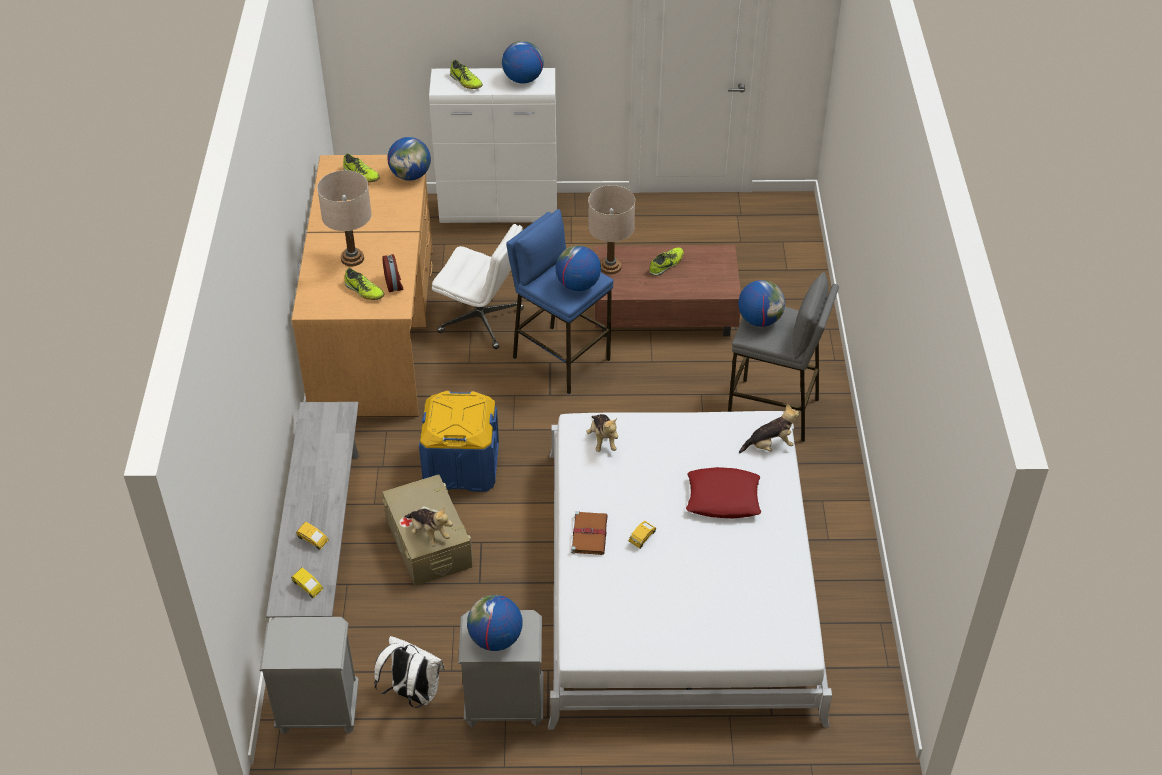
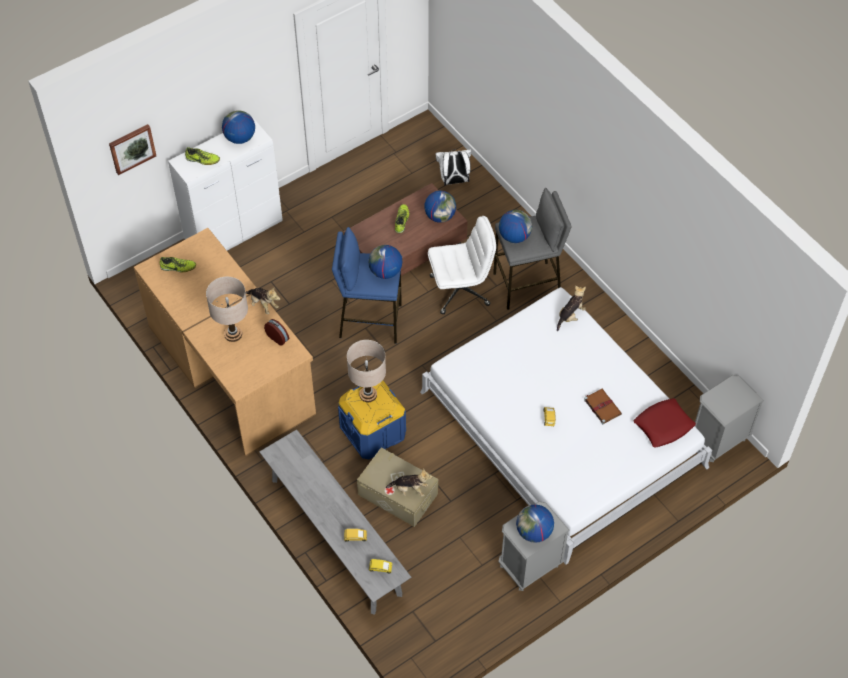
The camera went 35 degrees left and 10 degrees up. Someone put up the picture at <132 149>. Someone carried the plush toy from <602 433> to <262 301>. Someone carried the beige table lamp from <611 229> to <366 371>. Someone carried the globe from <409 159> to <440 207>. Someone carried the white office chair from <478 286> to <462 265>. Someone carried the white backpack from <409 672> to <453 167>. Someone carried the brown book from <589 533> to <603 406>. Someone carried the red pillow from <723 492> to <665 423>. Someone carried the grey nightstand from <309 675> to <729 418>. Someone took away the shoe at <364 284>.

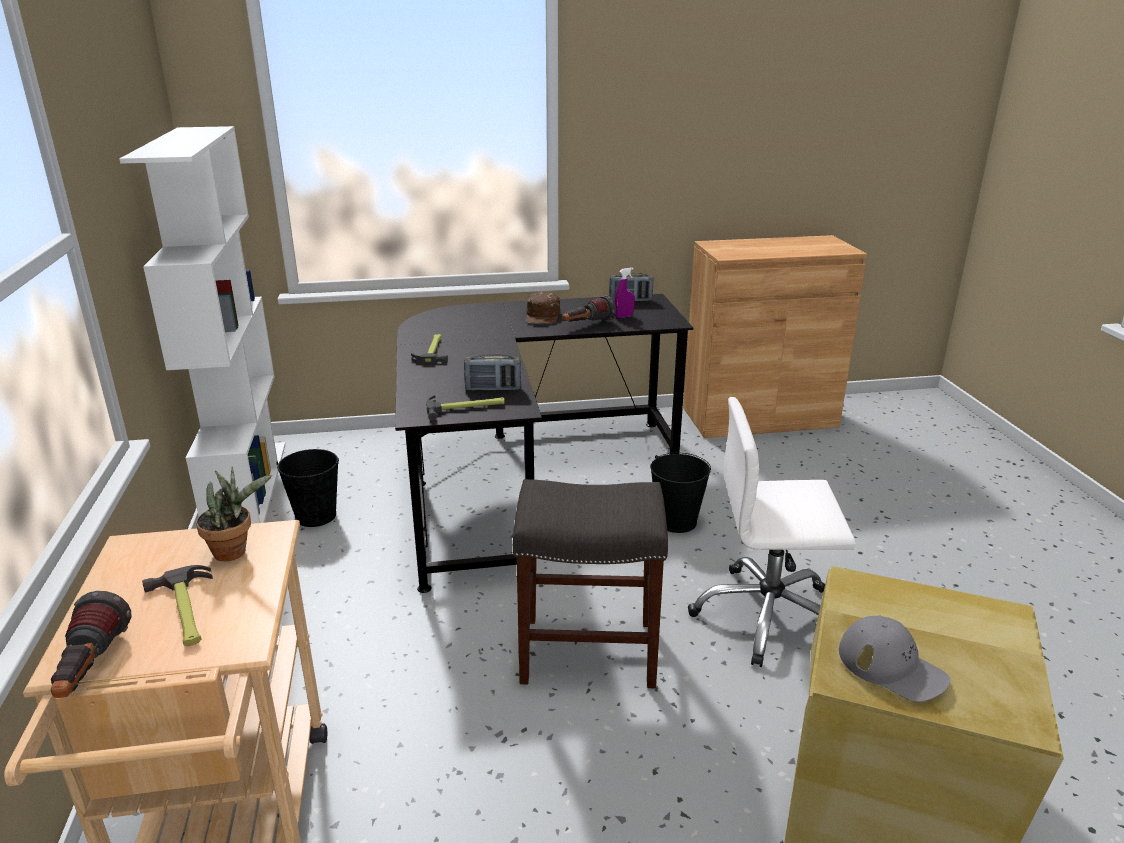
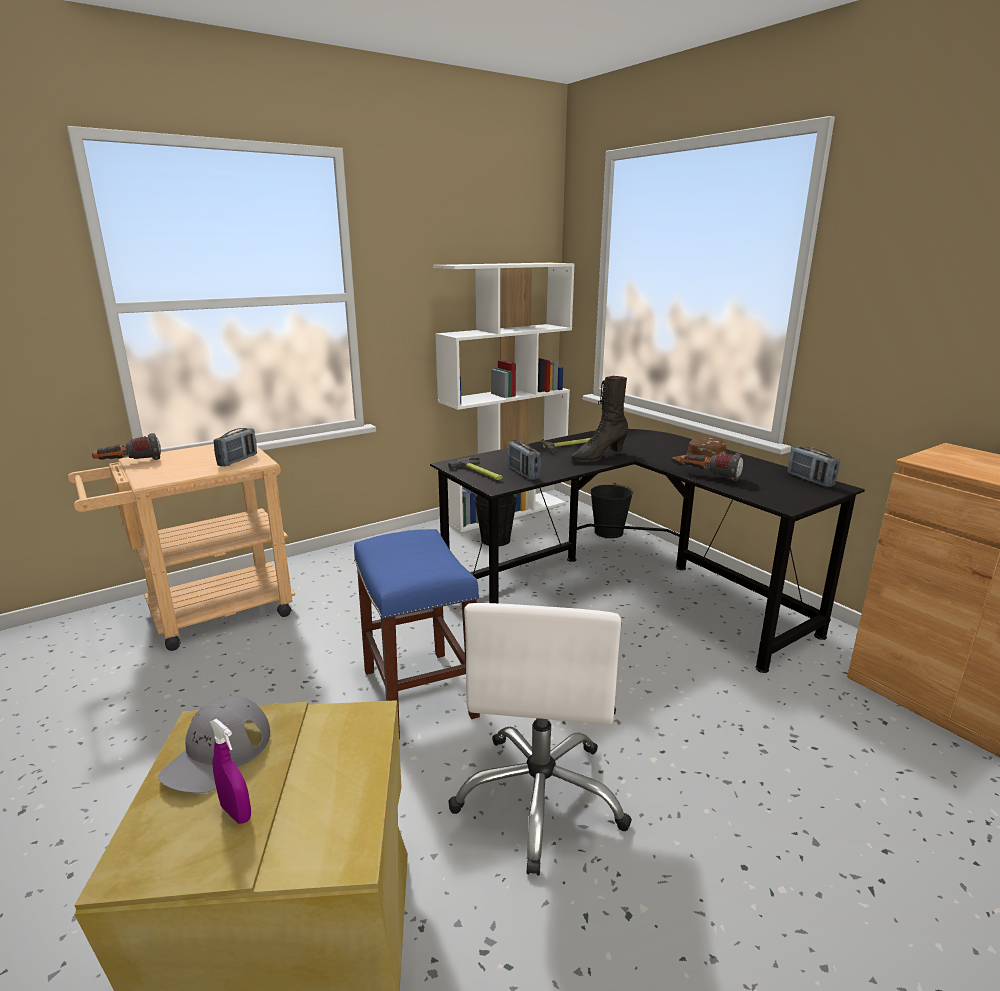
The camera went 65 degrees right and 5 degrees down. Someone carried the purple spray bottle from <625 293> to <230 771>. Someone swapped the potted plant at <234 514> for the radio at <235 447>. Someone repainted the grey stool at <590 583>, which became the blue stool at <417 634>. Someone rotated the white office chair at <772 532> by 150 degrees counterclockwise. Someone put down the black boot at <599 419>. Someone carried the black bucket from <680 493> to <612 510>. Someone took away the hammer at <177 605>.

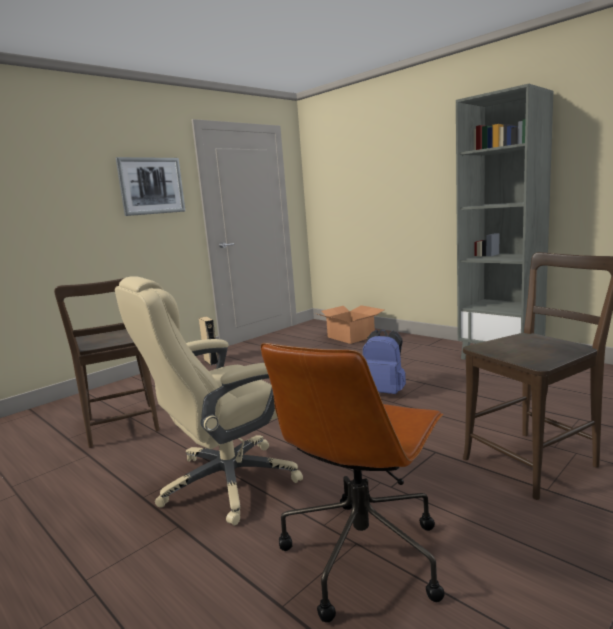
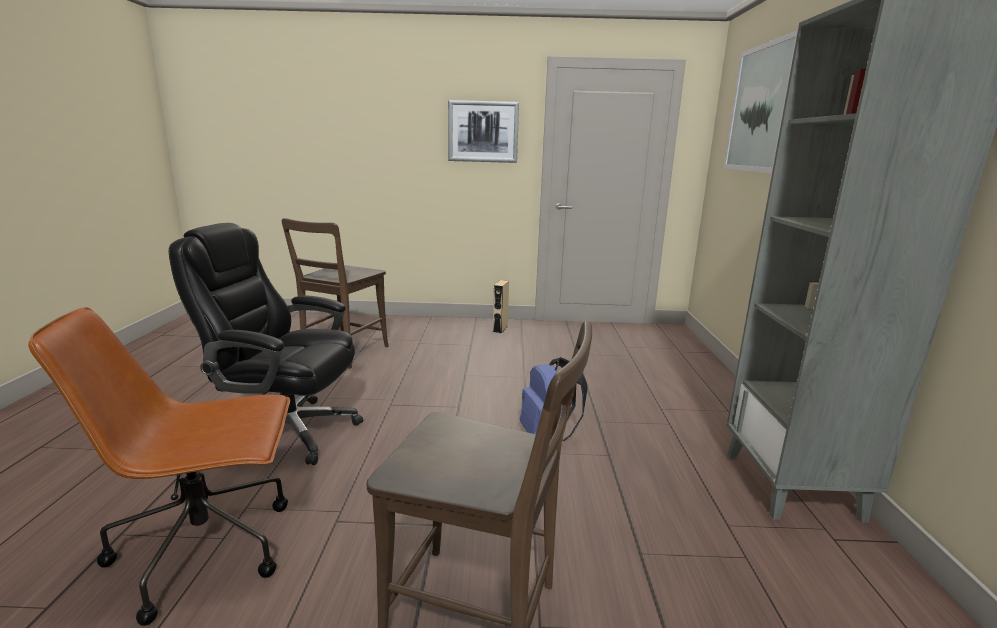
The camera went 45 degrees right and 5 degrees up. Someone repainted the beige office chair at <209 400>, which became the black office chair at <266 344>. Someone put up the picture at <760 102>. Someone took away the cardboard box at <349 324>.

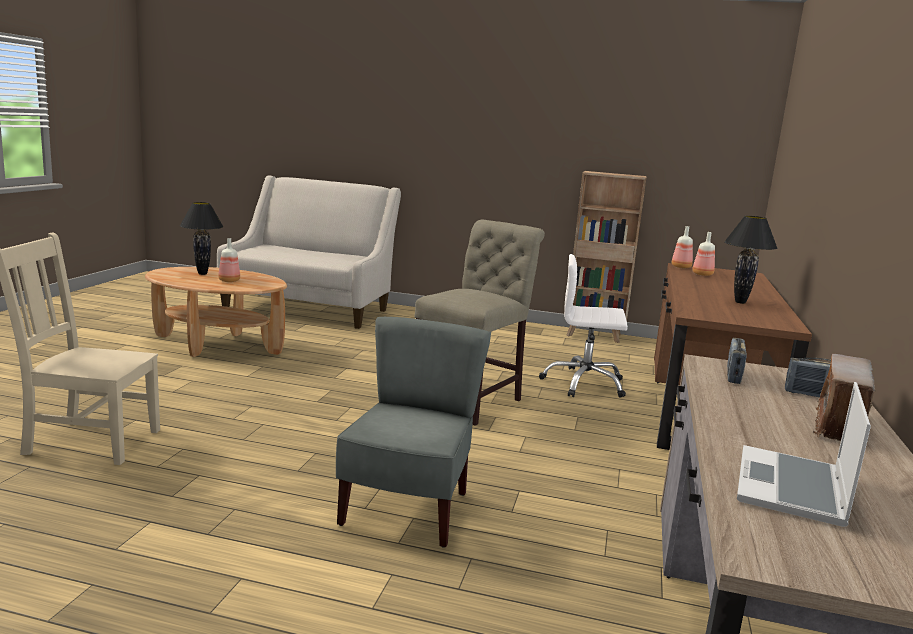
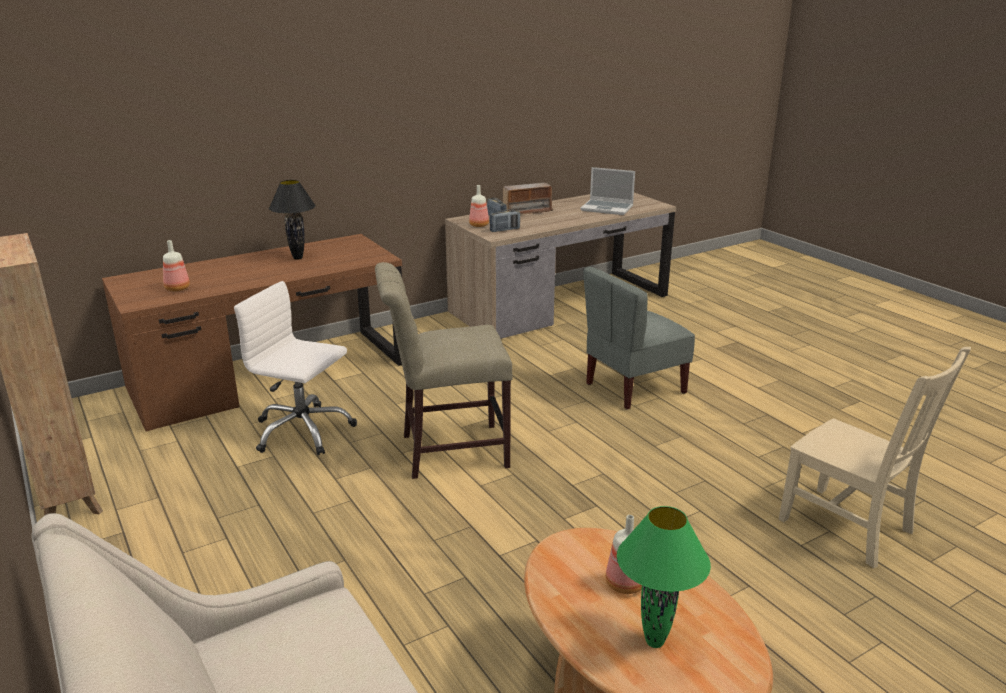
The camera went 135 degrees left and 10 degrees up. Someone rotated the white office chair at <583 326> by 150 degrees clockwise. Someone carried the bottle from <682 247> to <479 206>. Someone rotated the laptop at <804 454> by 45 degrees clockwise. Someone repainted the black table lamp at <201 238>, which became the green table lamp at <664 577>.

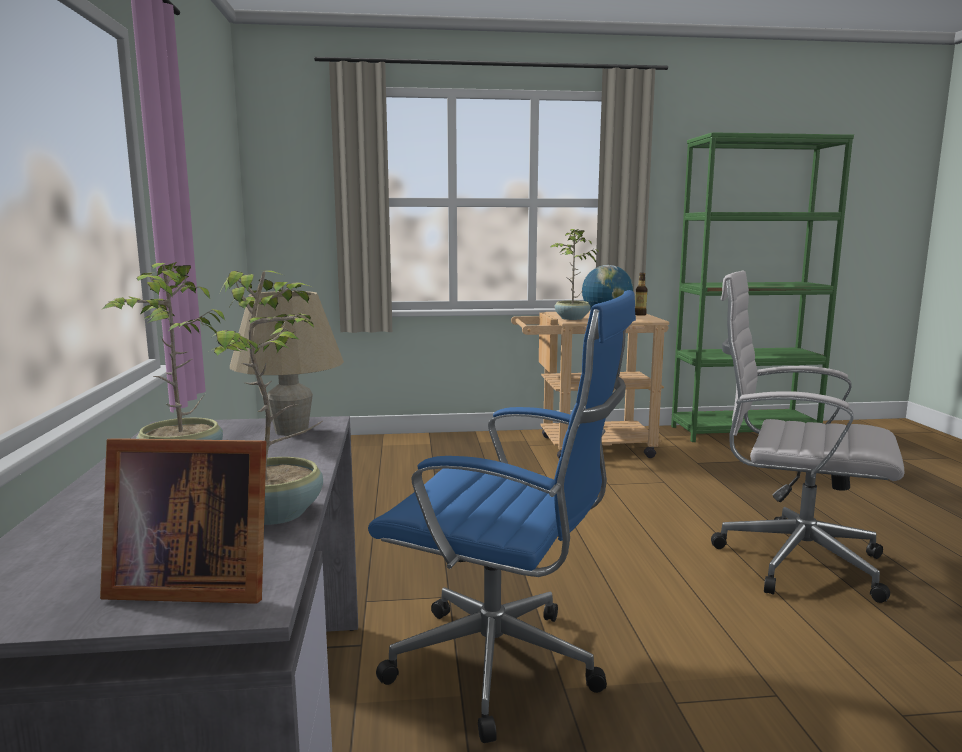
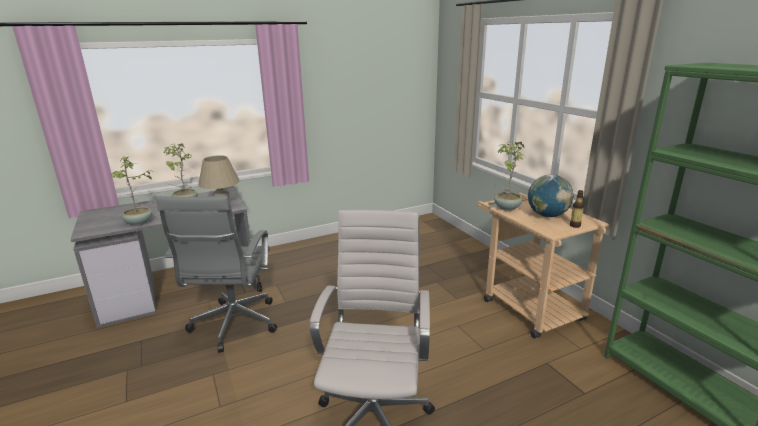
The camera went 70 degrees right and 10 degrees up. Someone repainted the blue office chair at <502 516>, which became the grey office chair at <216 274>. Someone took away the picture frame at <183 521>.

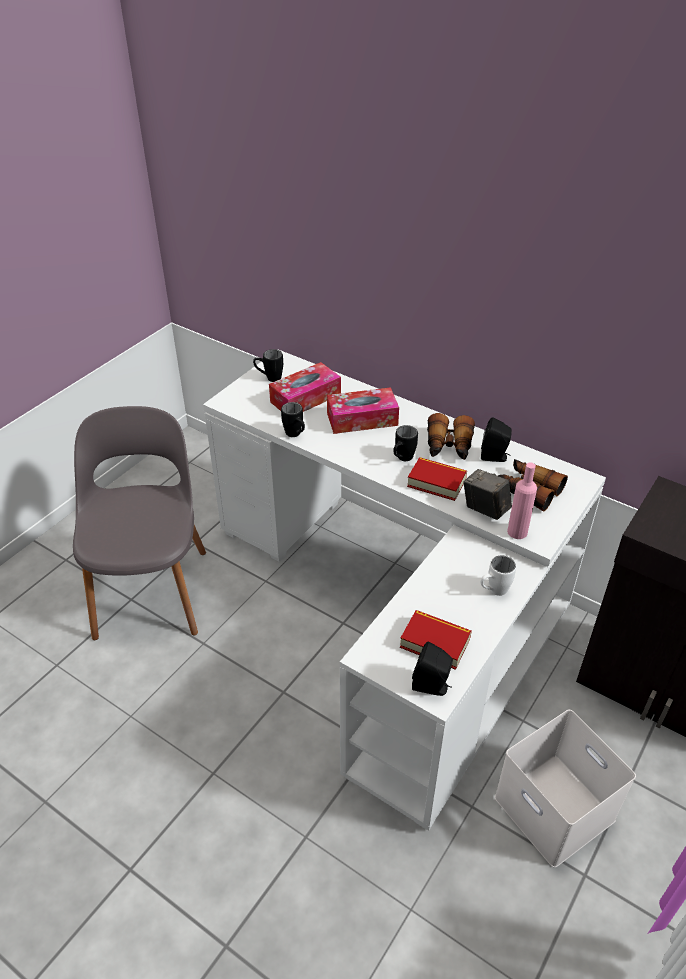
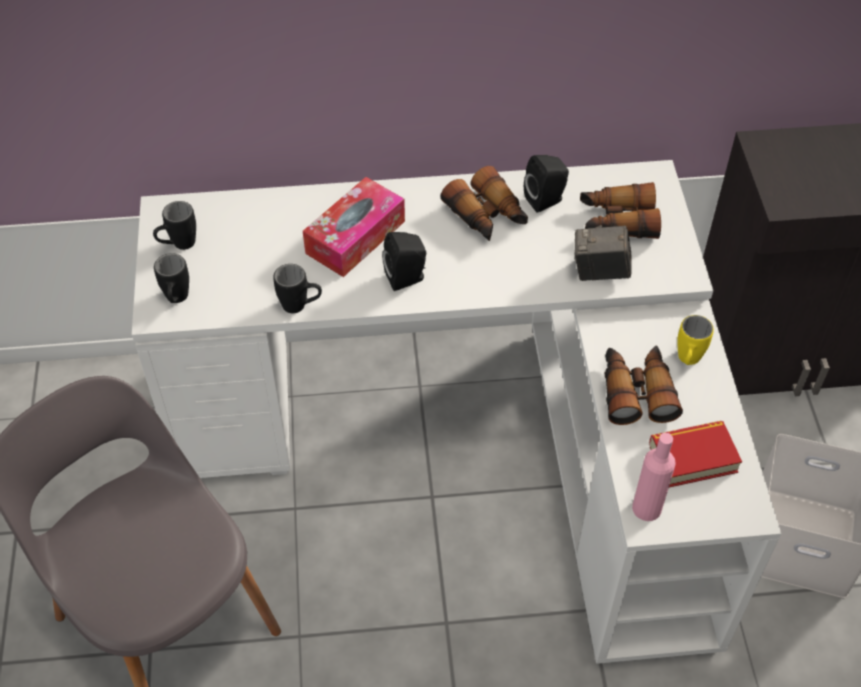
The camera went 40 degrees left and 10 degrees up. Someone carried the black mug from <405 443> to <171 278>. Someone carried the black speaker from <432 668> to <404 261>. Someone put down the binoculars at <644 385>. Someone carried the pink bottle from <522 500> to <654 477>. Someone repainted the white mug at <498 575>, which became the yellow mug at <695 340>. Someone took away the tissue box at <305 387>. Someone took away the book at <437 479>.

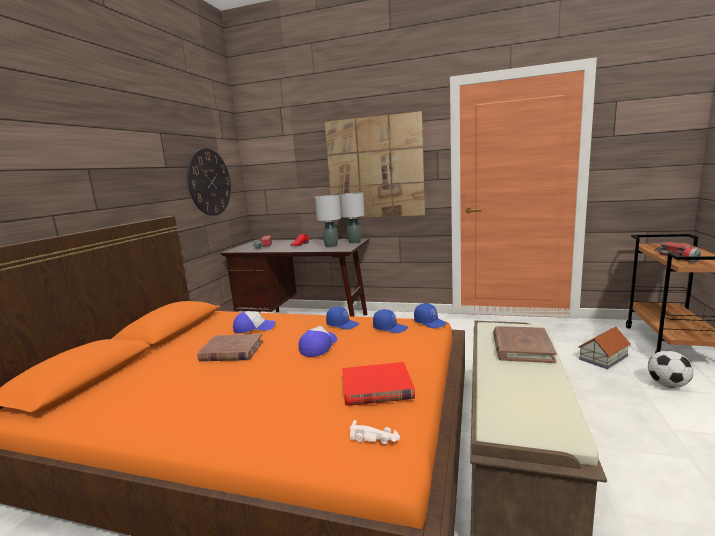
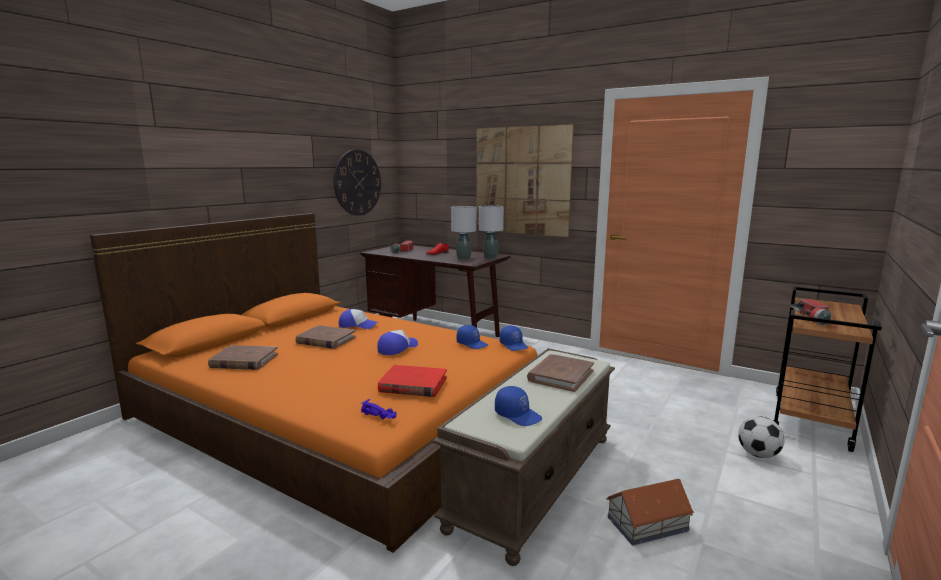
The camera went 15 degrees right and 0 degrees up. Someone put down the brown book at <243 357>. Someone repainted the white toy car at <375 432>, which became the purple toy car at <379 409>. Someone carried the blue cap from <342 318> to <518 406>. Someone carried the toy house from <604 348> to <650 512>.

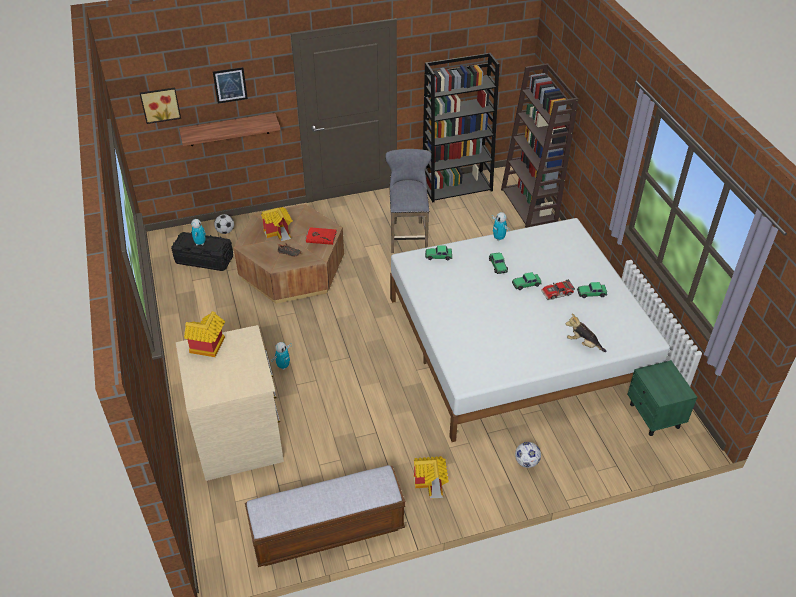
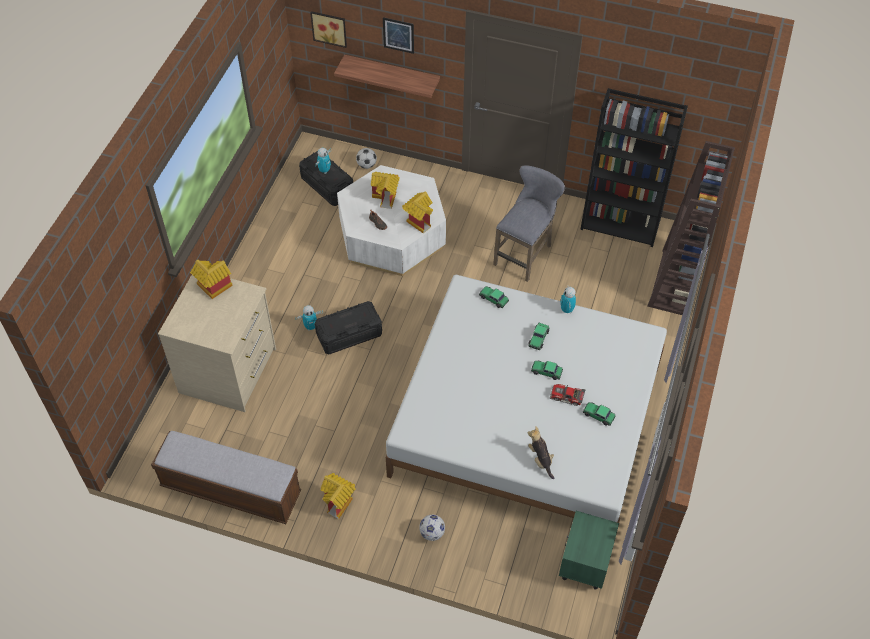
The camera went 35 degrees right and 10 degrees up. Someone put down the black storage box at <348 327>. Someone repainted the brown coffee table at <289 254>, which became the white coffee table at <391 220>. Someone swapped the red book at <321 236> for the toy house at <417 212>.

